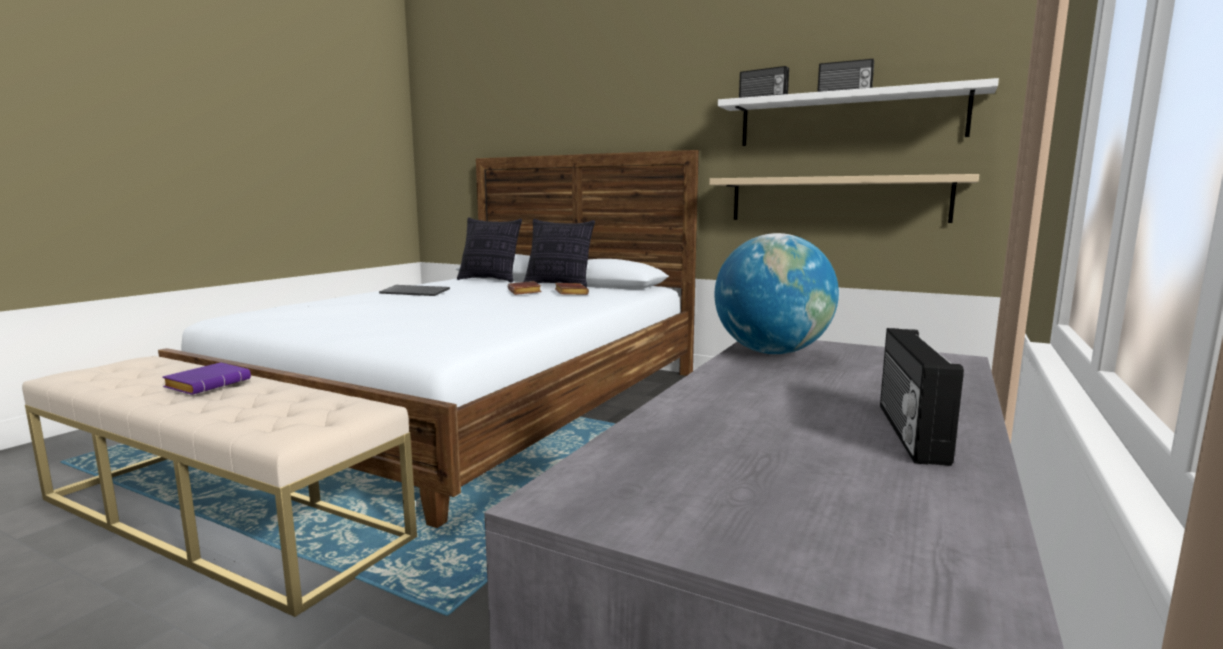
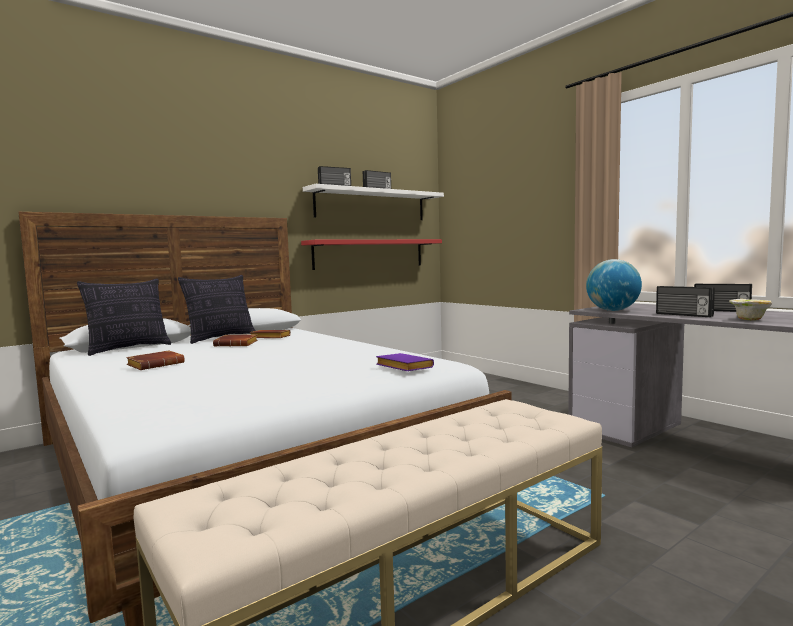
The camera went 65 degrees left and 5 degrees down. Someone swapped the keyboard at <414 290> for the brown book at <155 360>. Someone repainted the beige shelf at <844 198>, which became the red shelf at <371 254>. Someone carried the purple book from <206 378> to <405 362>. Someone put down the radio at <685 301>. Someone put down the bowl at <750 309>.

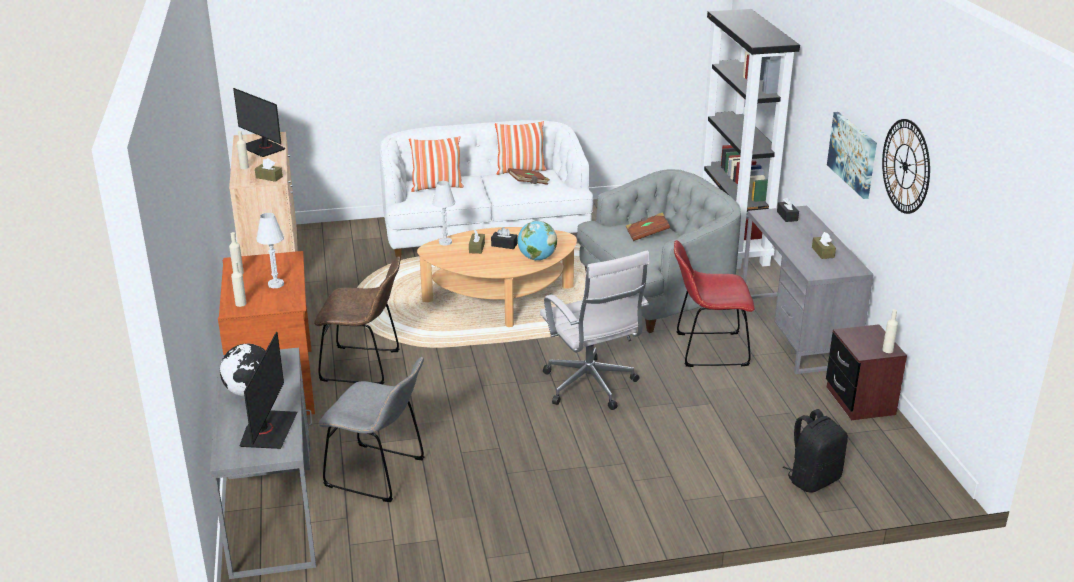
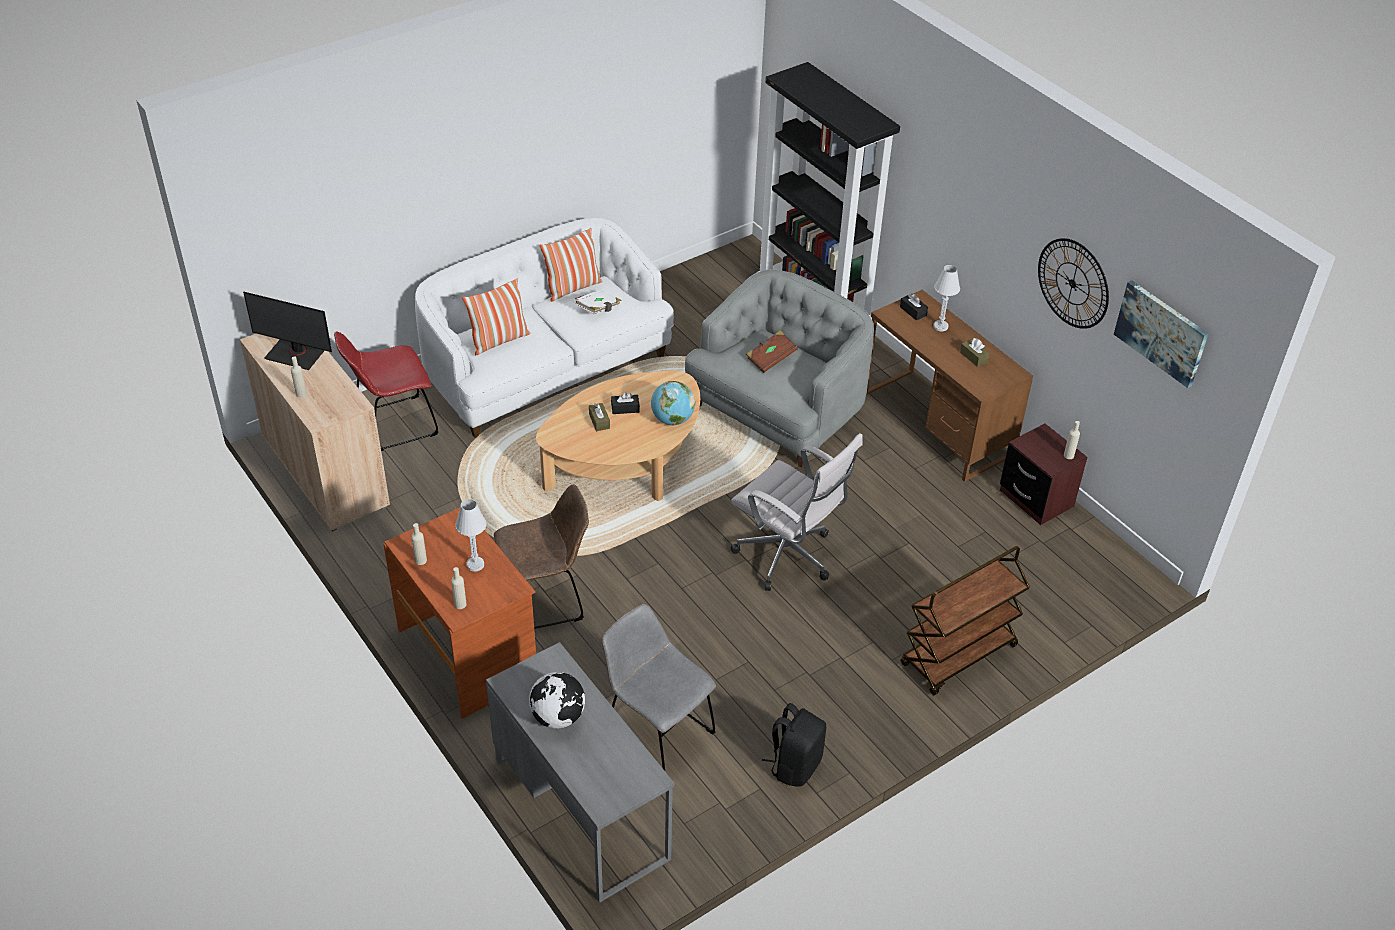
The camera went 25 degrees left and 15 degrees up. Someone carried the red chair from <714 303> to <386 391>. Someone repainted the brown book at <529 176>, which became the white book at <597 302>. Someone rotated the grey chair at <371 429> by 135 degrees counterclockwise. Someone carried the black backpack from <815 451> to <794 745>. Someone repainted the grey desk at <808 290>, which became the brown desk at <949 386>. Someone put down the brown cart at <965 620>. Someone carried the white table lamp from <443 213> to <947 298>. Someone carried the picture from <852 155> to <1161 334>. Someone took away the monitor at <268 390>. Someone took away the brown tissue box at <269 170>.

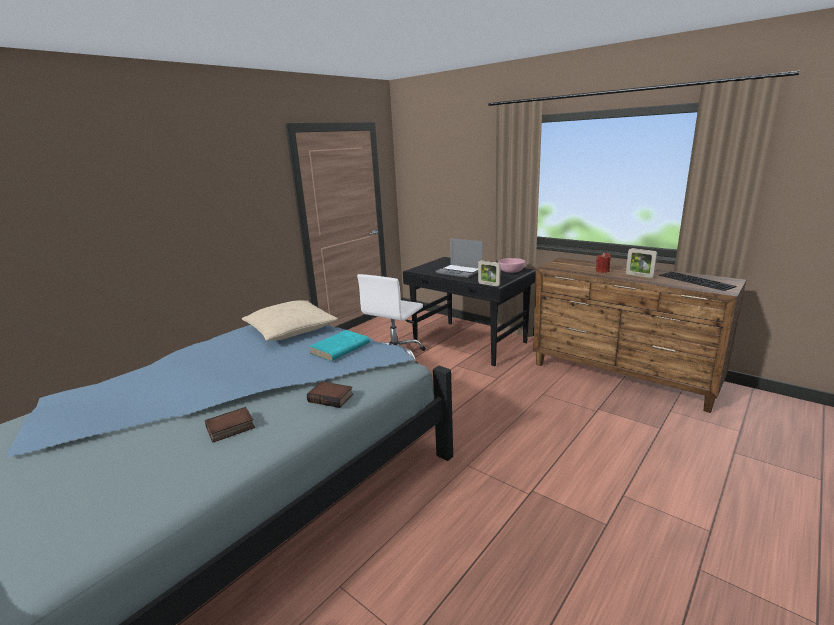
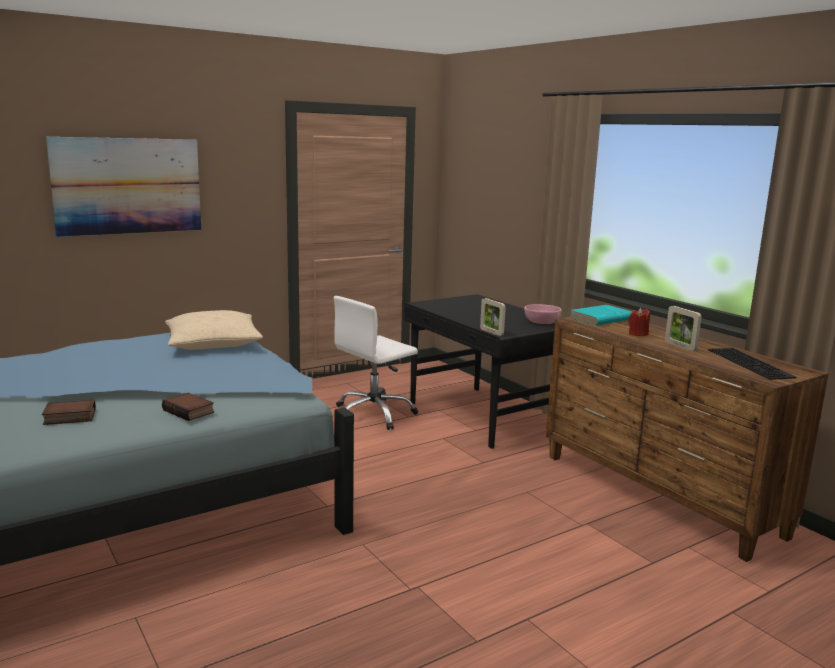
The camera went 15 degrees right and 5 degrees down. Someone put up the picture at <123 187>. Someone carried the turquoise book from <339 345> to <601 315>. Someone took away the laptop at <459 258>.

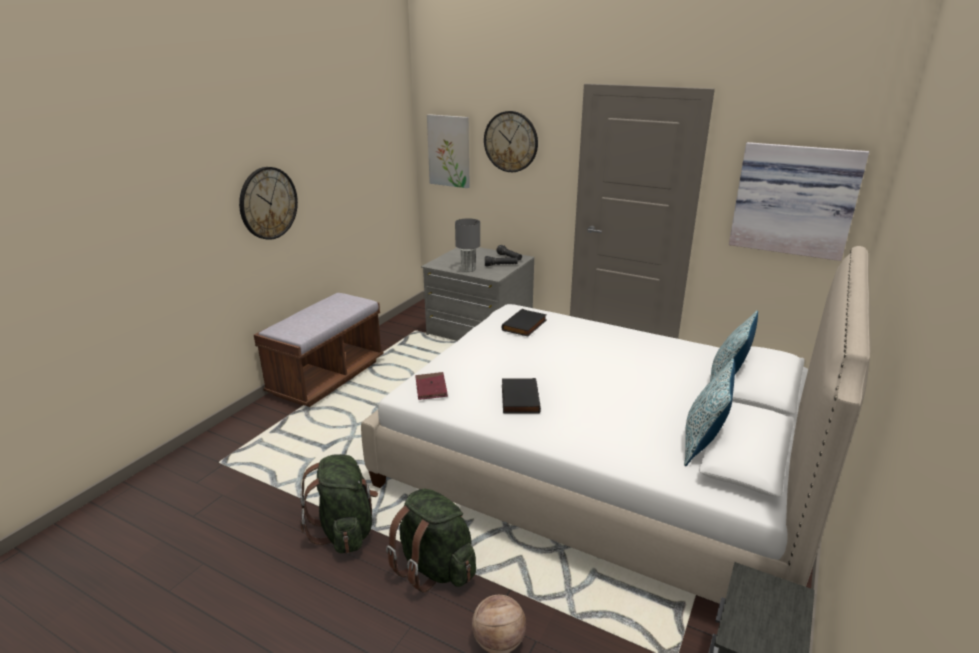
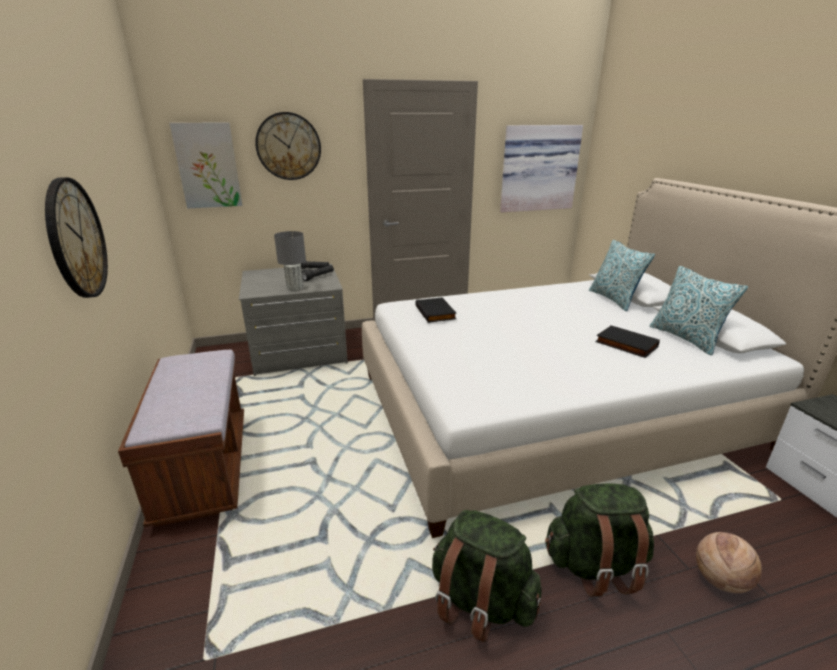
The camera went 45 degrees left and 0 degrees up. Someone carried the black book from <521 396> to <627 341>. Someone took away the red book at <431 386>.

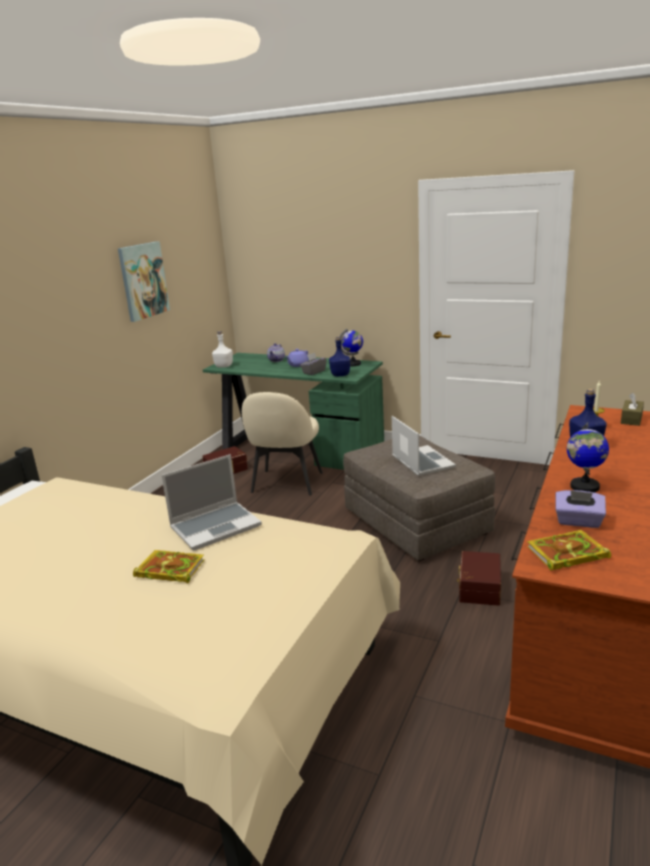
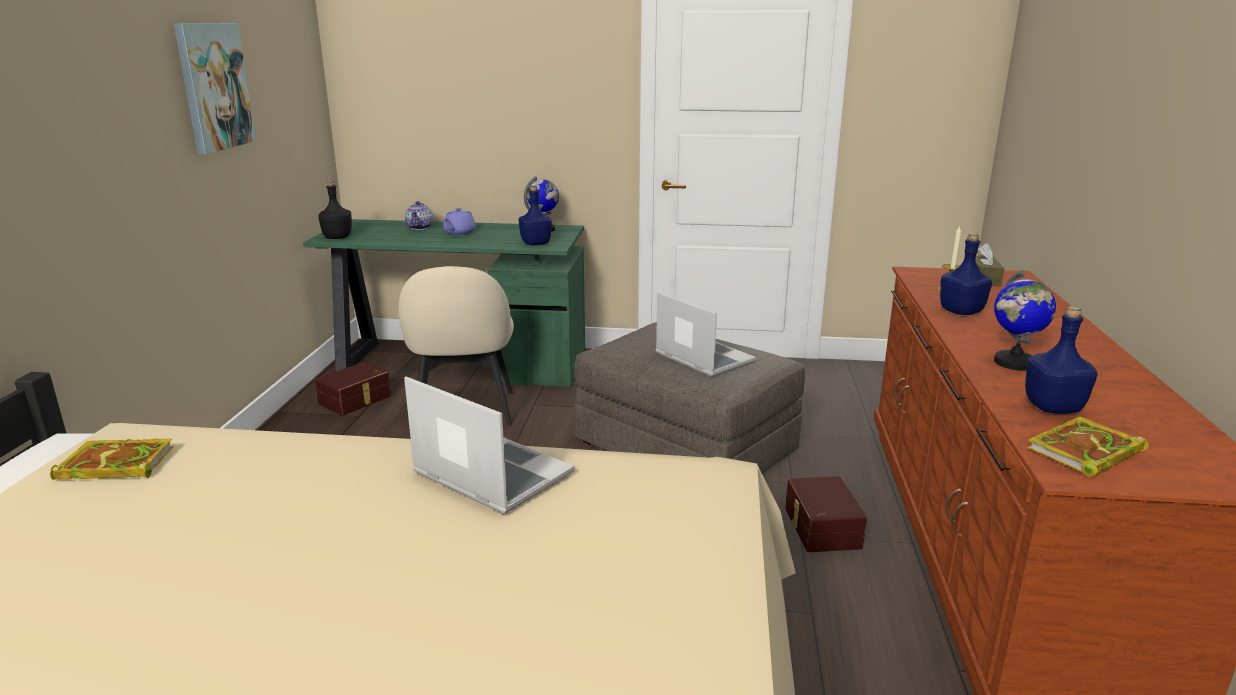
The camera went 20 degrees left and 0 degrees up. Someone carried the book from <168 566> to <112 459>. Someone repainted the white bottle at <222 349>, which became the black bottle at <335 210>. Someone rotated the laptop at <211 502> by 90 degrees counterclockwise. Someone swapped the purple tissue box at <580 509> for the blue bottle at <1061 360>. Someone took away the grey tissue box at <313 364>.

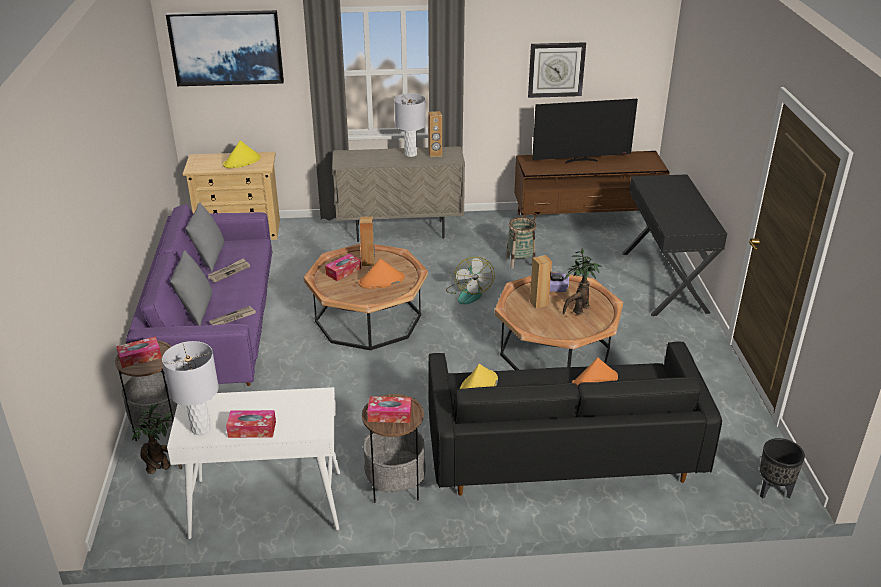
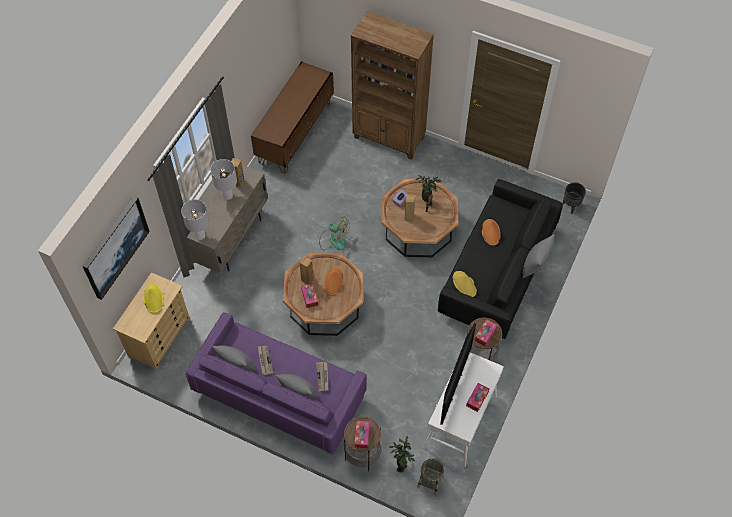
The camera went 60 degrees left and 25 degrees up. Someone carried the grey table lamp from <190 388> to <195 220>. Someone swapped the black desk at <674 245> for the brown bookcase at <392 85>. Someone carried the basket from <521 243> to <430 477>. Someone carried the television from <585 131> to <458 374>. Someone put down the grey pillow at <539 256>. Someone took away the wall clock at <557 70>.

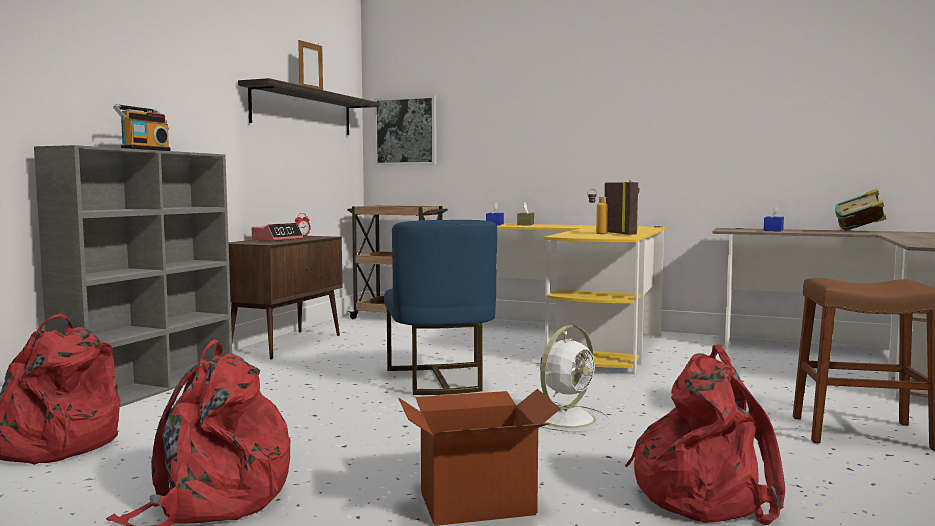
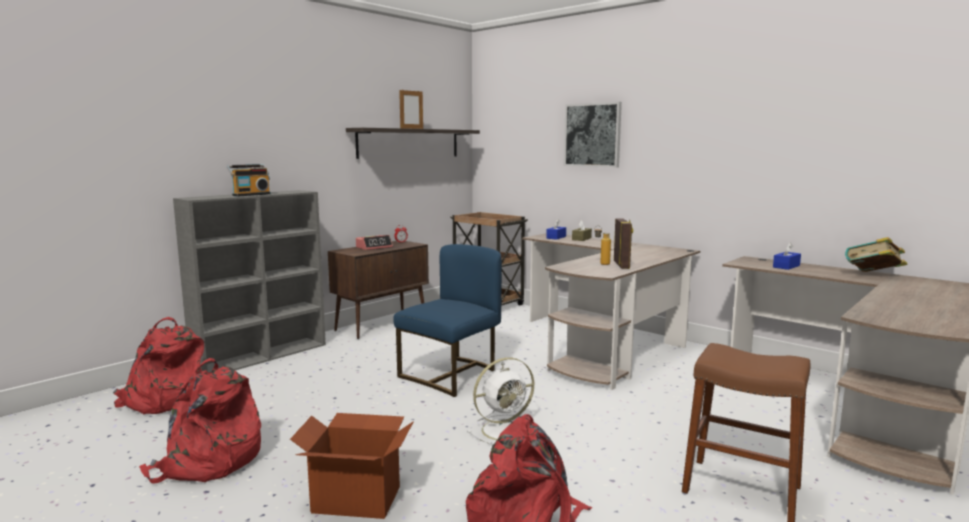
The camera went 20 degrees right and 5 degrees up. Someone rotated the blue chair at <440 307> by 150 degrees counterclockwise. Someone repainted the yellow desk at <567 299>, which became the brown desk at <611 311>. Someone carried the picture from <405 130> to <593 135>.

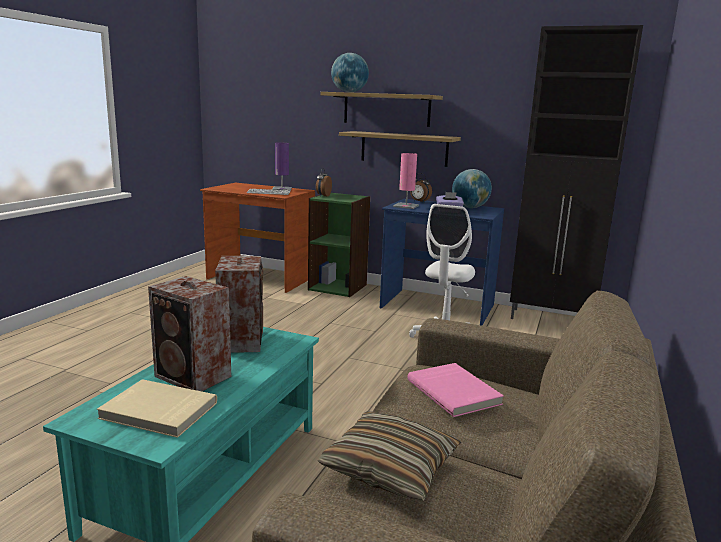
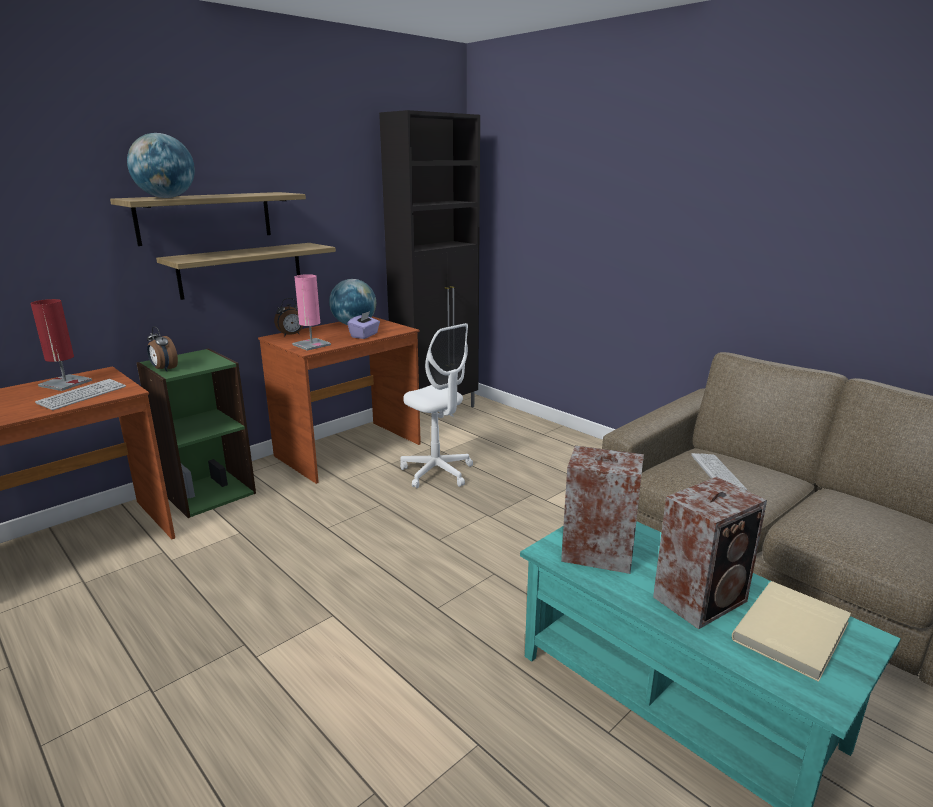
The camera went 65 degrees left and 5 degrees up. Someone repainted the purple table lamp at <282 166>, which became the red table lamp at <61 345>. Someone repainted the blue desk at <442 262>, which became the brown desk at <339 400>. Someone swapped the pink book at <455 390> for the keyboard at <719 471>. Someone took away the pillow at <389 456>.

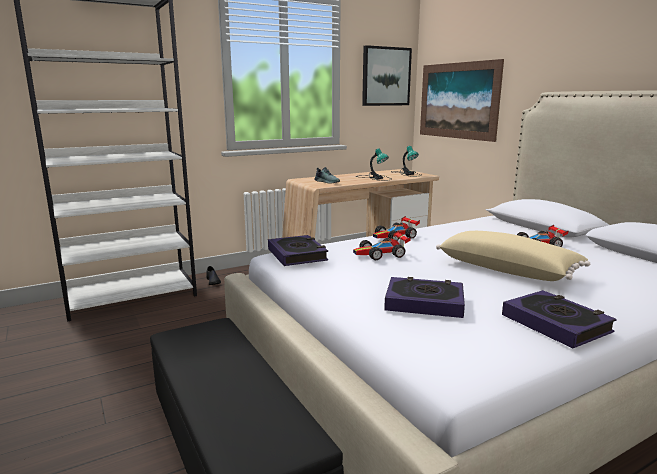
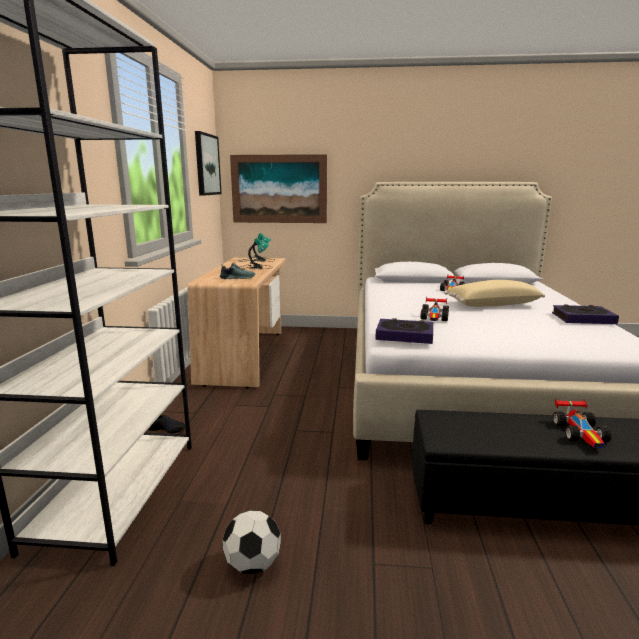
The camera went 55 degrees left and 0 degrees up. Someone put down the football at <251 542>. Someone carried the toy car from <396 228> to <582 423>. Someone took away the book at <424 297>.

